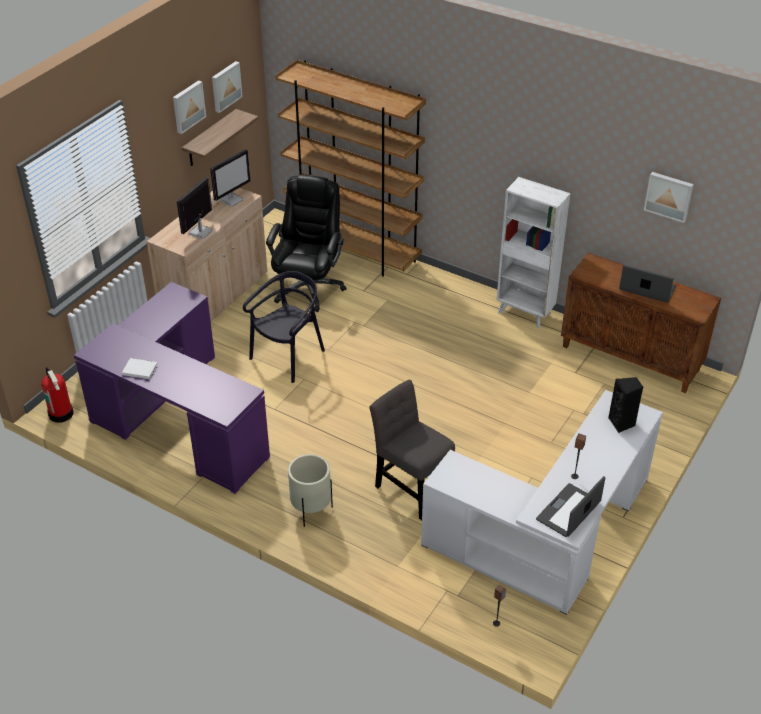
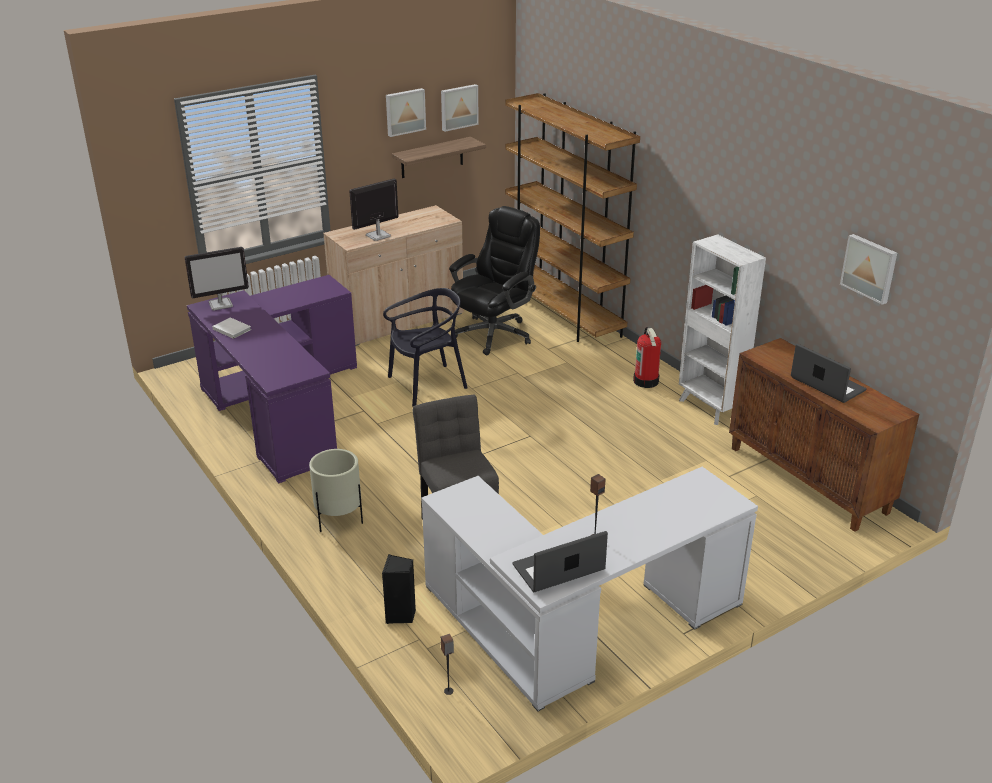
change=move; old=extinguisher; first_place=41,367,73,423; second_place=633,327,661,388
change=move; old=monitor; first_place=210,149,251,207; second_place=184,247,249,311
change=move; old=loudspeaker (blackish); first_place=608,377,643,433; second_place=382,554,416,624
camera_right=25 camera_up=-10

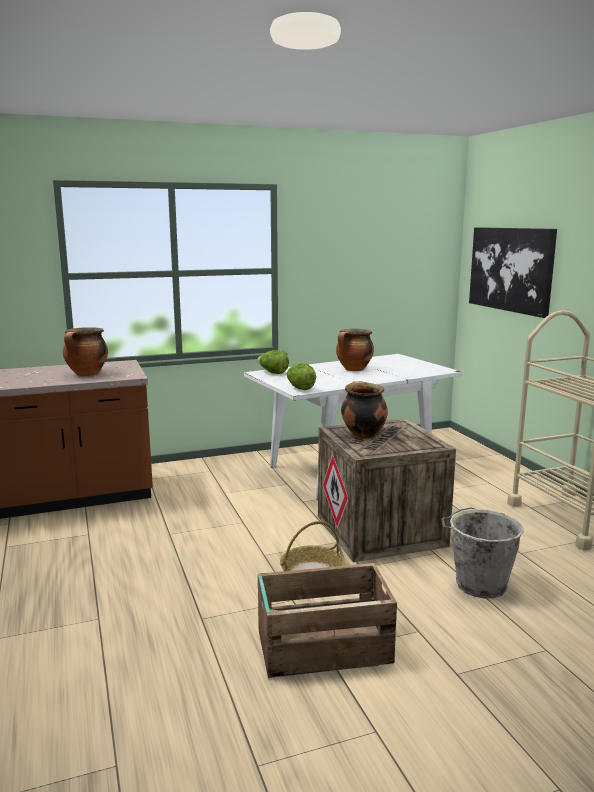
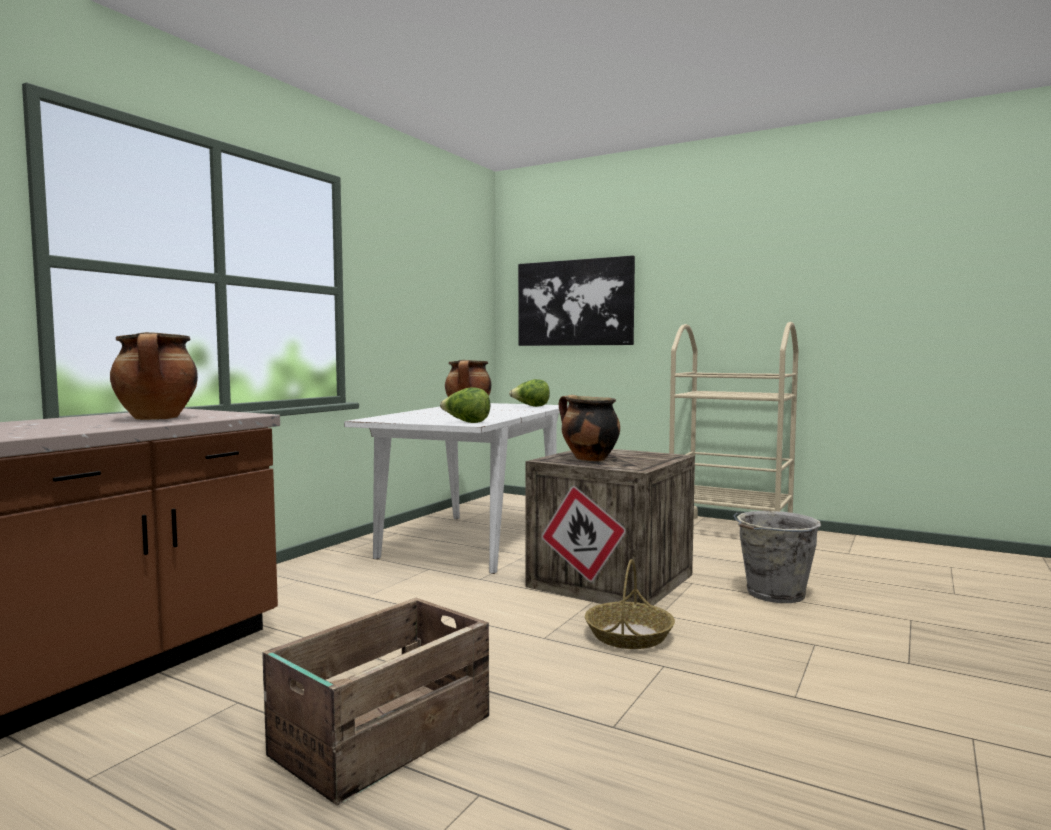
change=move; old=lettuce head; first_place=257,350,289,374; second_place=509,379,550,407
change=move; old=shipping crate; first_place=258,563,397,678; second_place=262,598,489,806
camera_right=-40 camera_up=-10

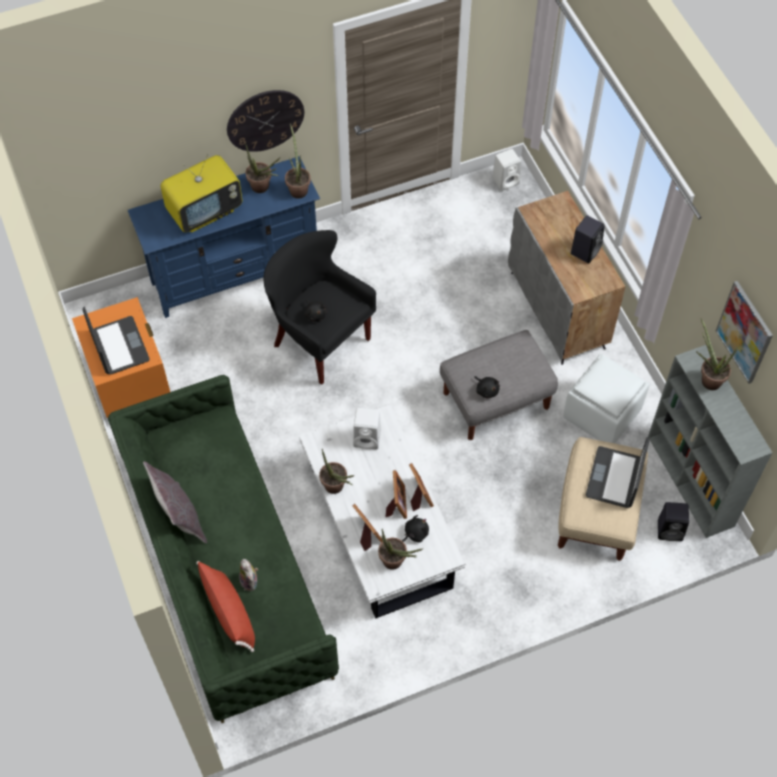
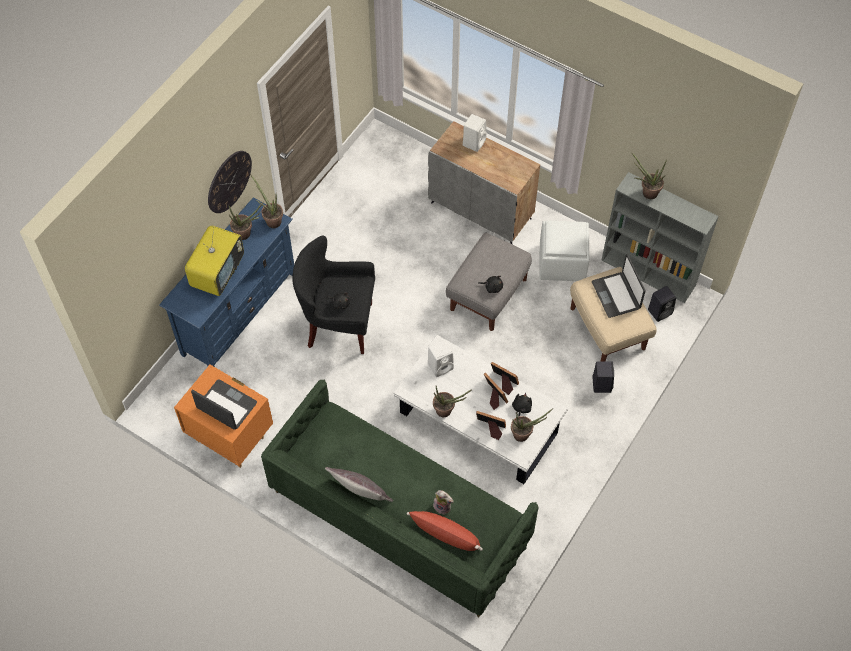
change=move; old=loudspeaker (whitish); first_place=492,149,521,191; second_place=463,114,487,152
change=move; old=loudspeaker (blackish); first_place=571,215,605,263; second_place=593,361,614,393
change=delete; old=picture; first_place=716,281,773,384
camera_right=-35 camera_up=0

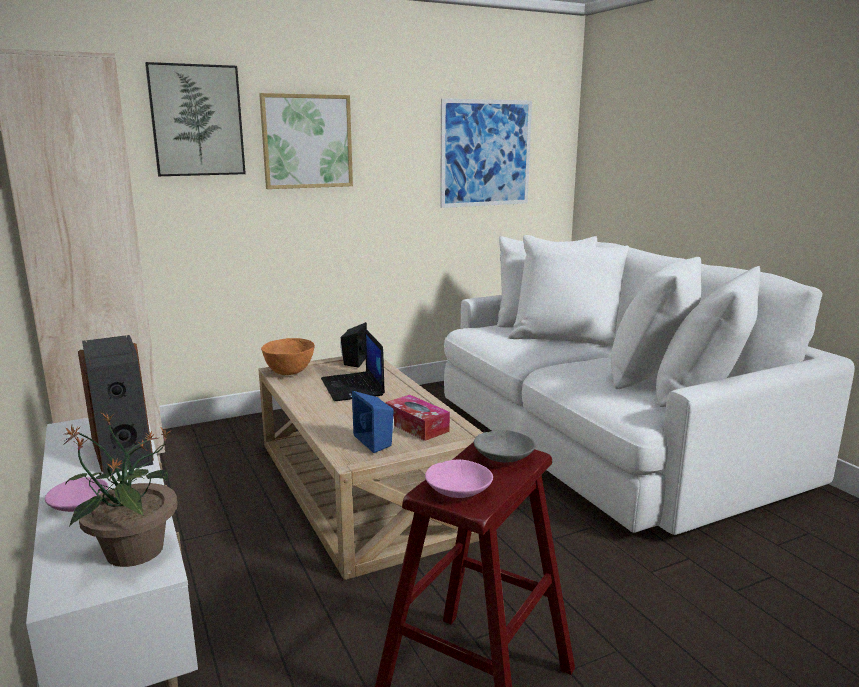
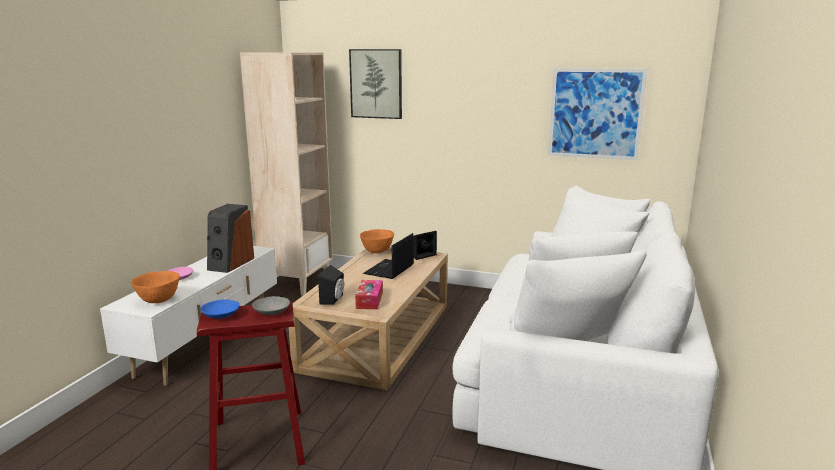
change=replace; old=potted plant; new=serving bowl (orangey); first_place=63,413,178,567; second_place=131,271,180,303
change=delete; old=picture; first_place=259,93,353,189
change=recolor; old=loudspeaker (blue); new=loudspeaker (blackish); first_place=352,391,394,453; second_place=318,265,344,304
change=recolor; old=serving bowl (pink-coloured); new=serving bowl (blue); first_place=425,459,493,498; second_place=200,300,239,319
camera_right=45 camera_up=0

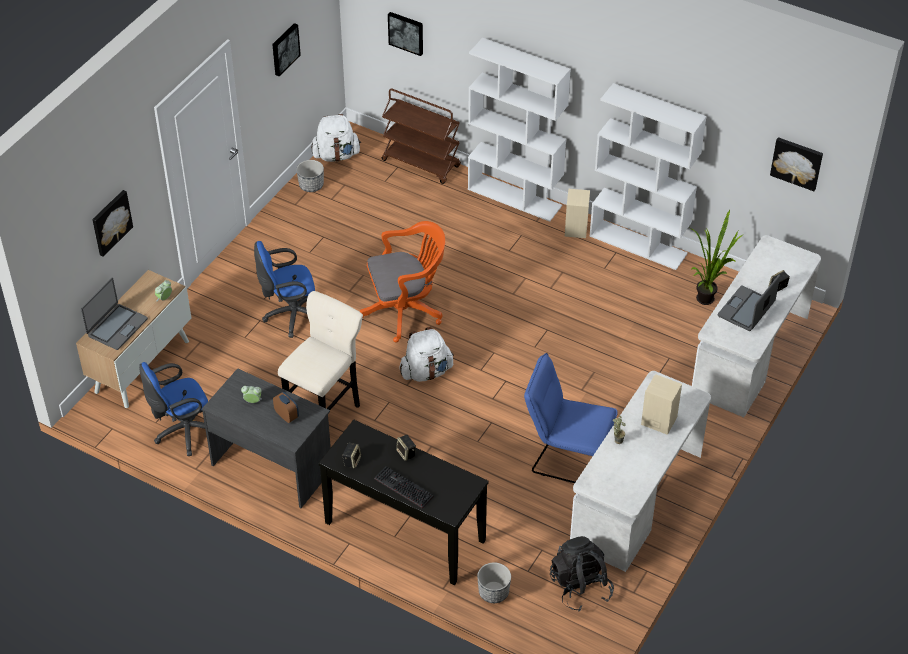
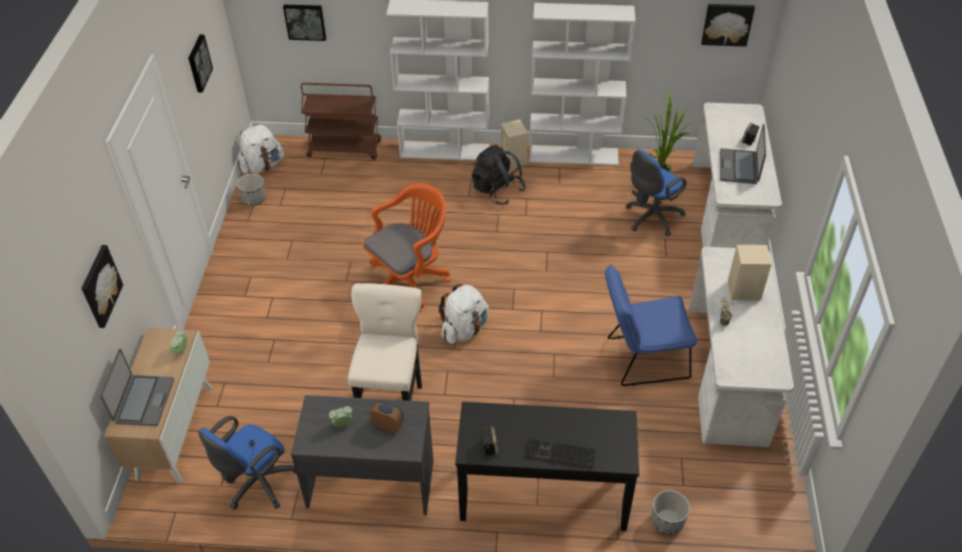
change=move; old=office chair (blue); first_place=254,241,315,338; second_place=626,149,687,236
change=delete; old=loudspeaker; first_place=396,435,416,461
change=move; old=backpack (blackish); first_place=550,536,614,611; second_place=472,145,526,205
camera_right=-25 camera_up=0

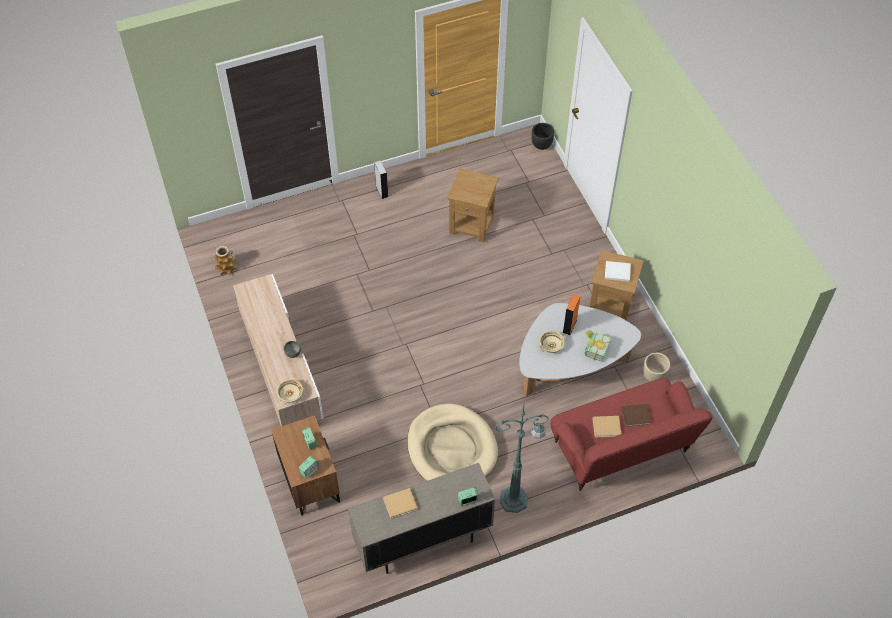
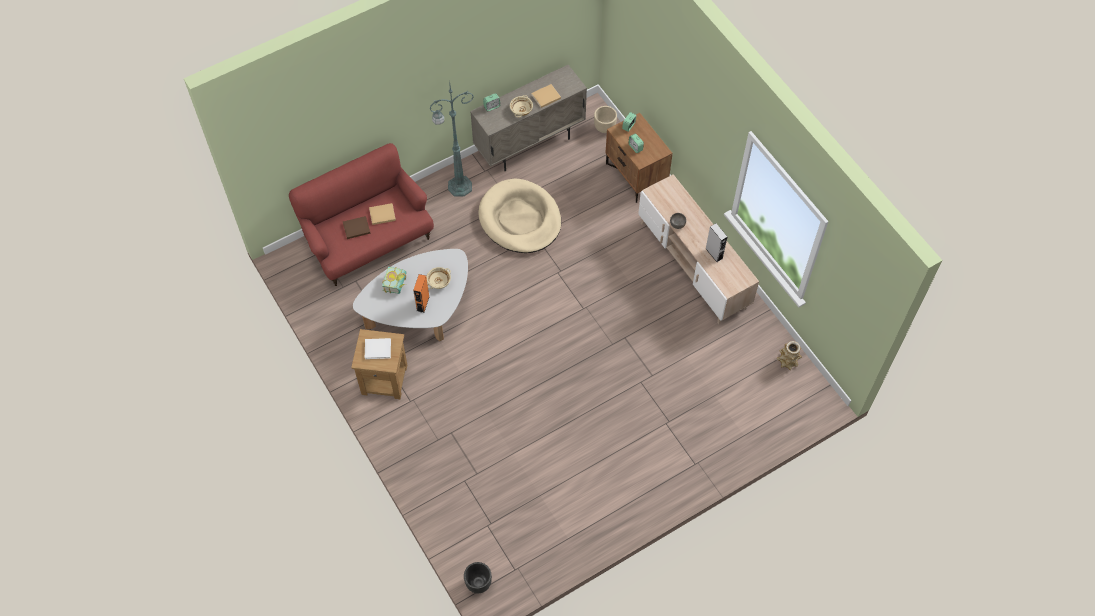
change=move; old=serving bowl (beige); first_place=277,378,303,404; second_place=510,95,533,117
change=move; old=loudspeaker (gray); first_place=374,160,388,199; second_place=705,223,727,262
change=delete; old=end table (brown-coloured); first_place=447,168,498,242
change=move; old=flower pot (beige); first_place=643,353,670,382; second_place=594,106,617,133
camera_right=170 camera_up=5

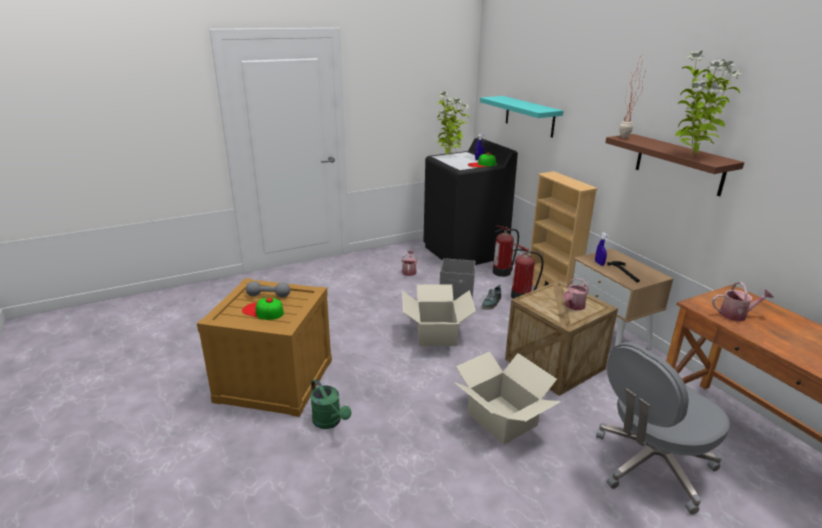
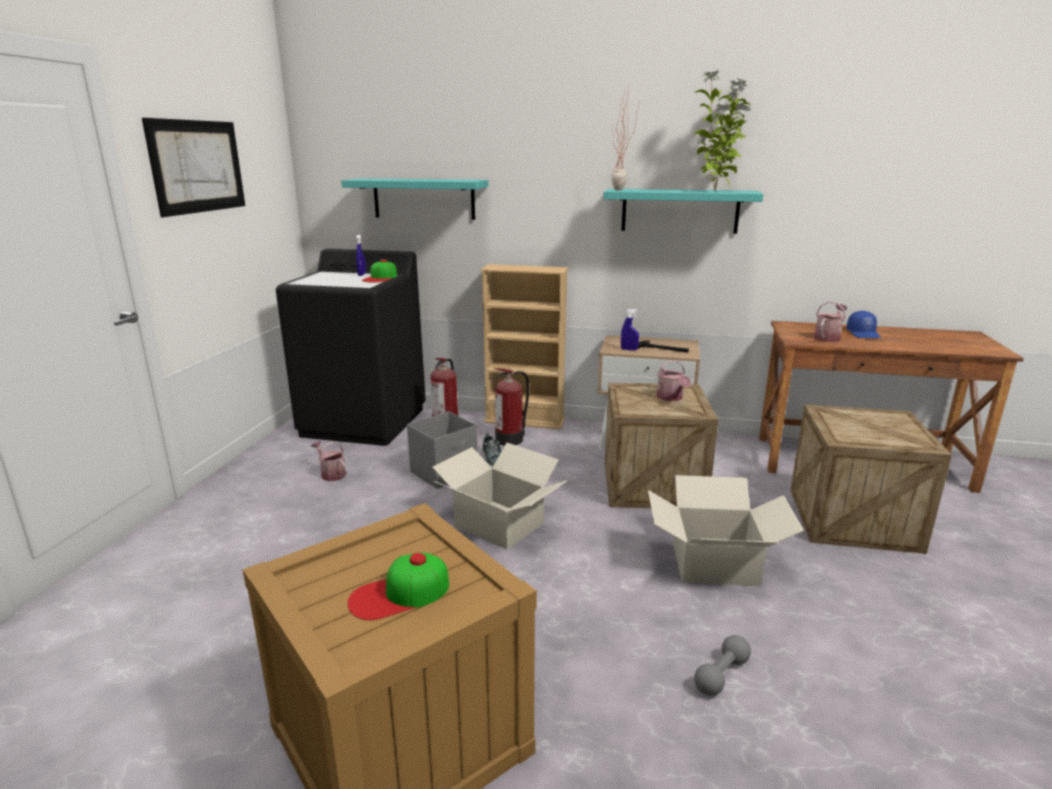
change=move; old=hand weight (gray); first_place=246,281,290,298; second_place=694,635,751,696
change=delete; old=watering pot (green-coloured); first_place=310,379,351,429
change=delete; old=potted plant; first_place=437,92,469,154
change=replace; old=office chair (gray); new=shipping crate; first_place=596,342,730,514; second_place=790,405,952,554
change=recolor; old=shelf (brown-coloured); new=shelf (blue-green); first_place=605,134,744,196; second_place=603,189,763,234
change=insert; new=picture; second_place=142,118,245,217
change=insert; new=baseball cap (blue); second_place=846,311,881,338
camera_right=-50 camera_up=-5

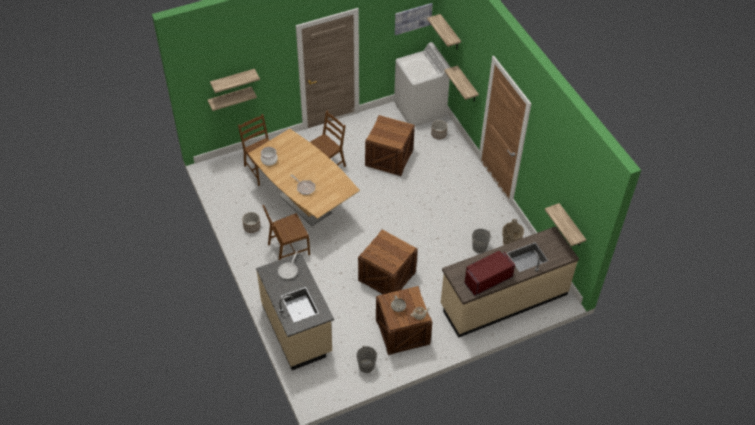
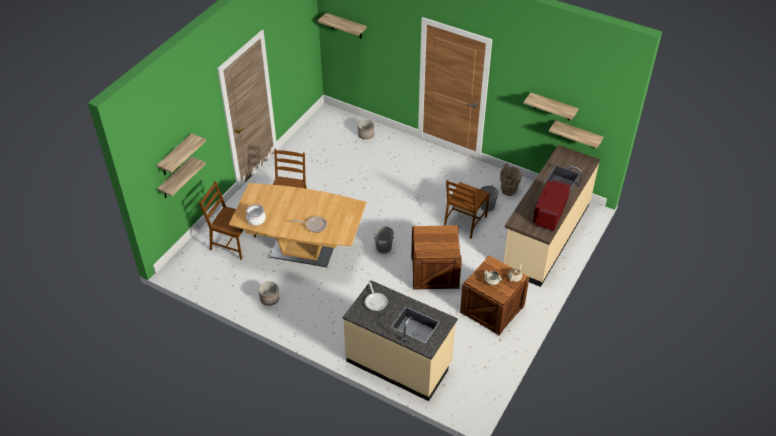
change=move; old=upright chair (brown-coloured); first_place=262,205,310,260; second_place=444,180,490,238
change=move; old=pail (gray); first_place=356,345,377,373; second_place=374,226,394,254
change=delete; old=shipping crate; first_place=365,115,415,176
change=delete; old=laundry appliance (whitish); first_place=394,42,451,127
change=delete; old=picture; first_place=395,3,433,35
change=move; old=shelf; first_place=444,66,479,102; second_place=524,93,579,120
camera_right=-35 camera_up=-5

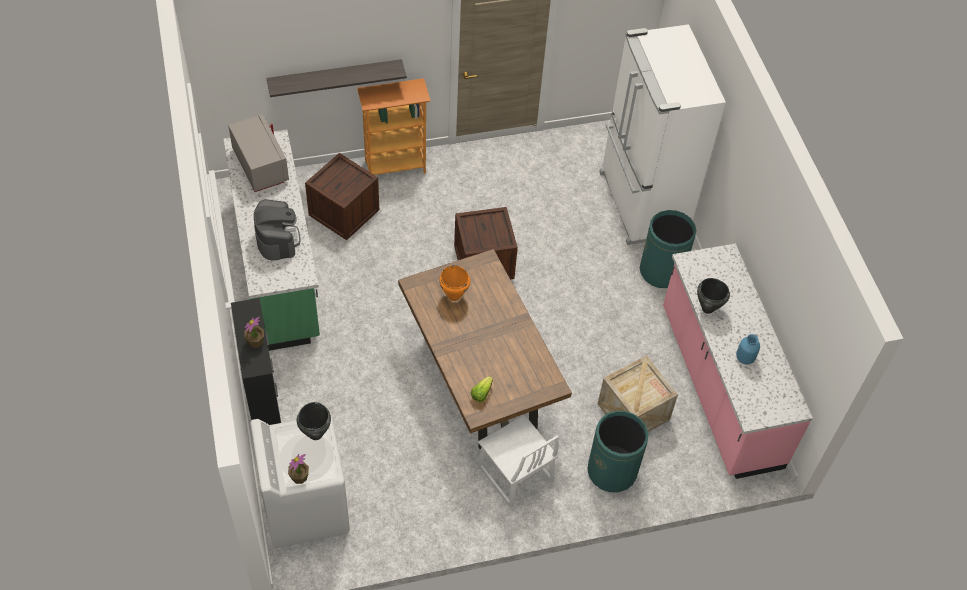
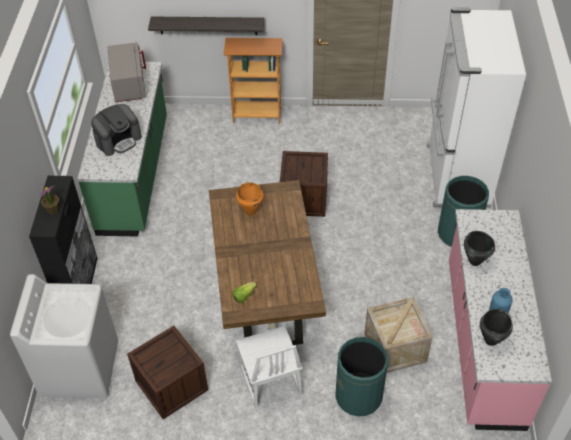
change=rotate; old=coffee maker; first_place=254,199,300,261; second_place=91,104,142,156; degrees=45
change=delete; old=potted plant; first_place=288,454,309,484
change=move; old=saucepot (blackish); first_place=297,402,331,440; second_place=480,309,513,346
change=move; old=shipping crate; first_place=305,153,379,240; second_place=127,326,208,419
camera_right=20 camera_up=-5

